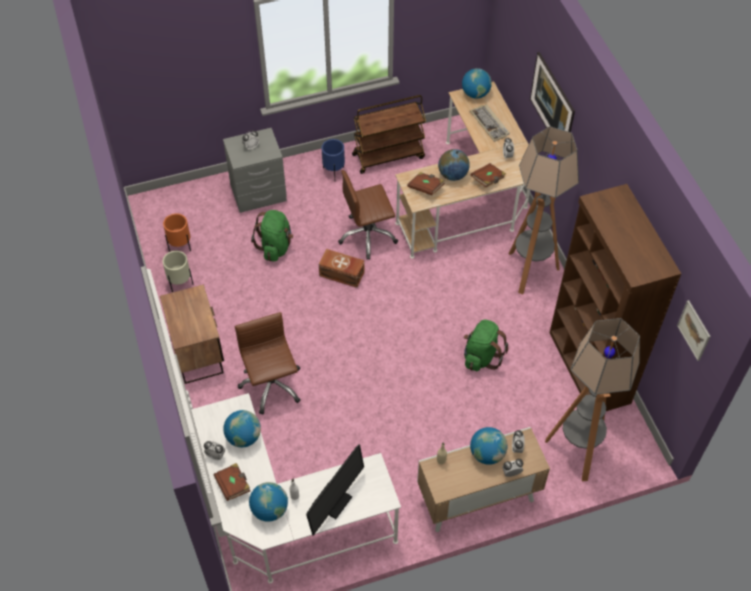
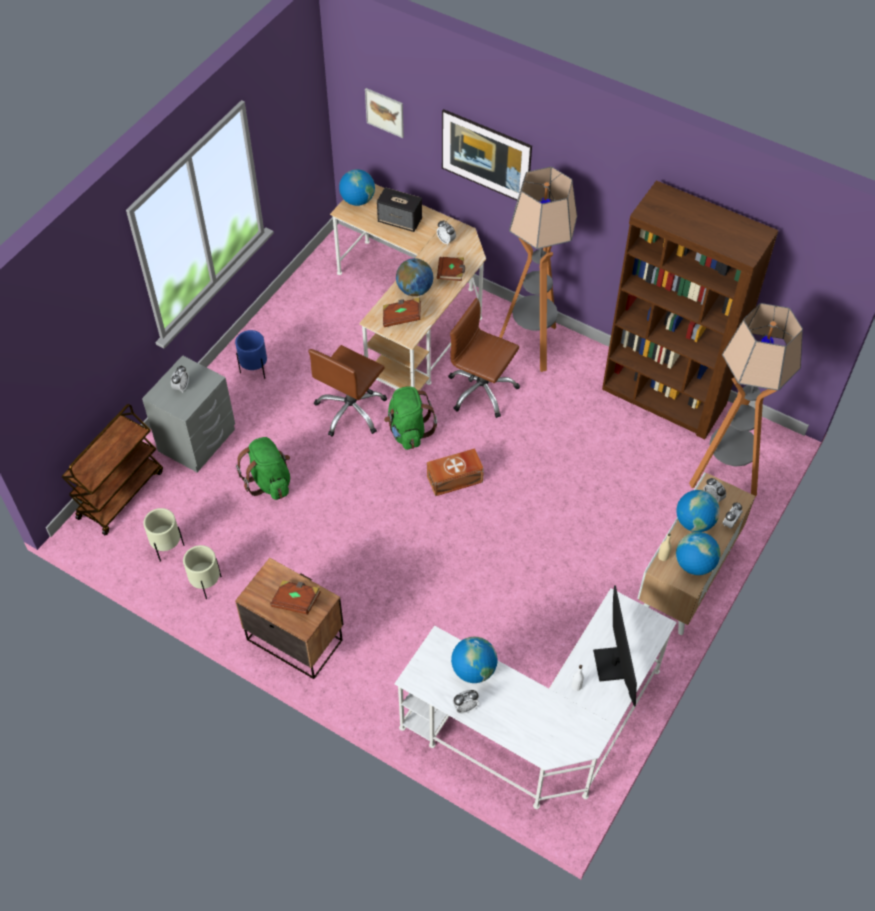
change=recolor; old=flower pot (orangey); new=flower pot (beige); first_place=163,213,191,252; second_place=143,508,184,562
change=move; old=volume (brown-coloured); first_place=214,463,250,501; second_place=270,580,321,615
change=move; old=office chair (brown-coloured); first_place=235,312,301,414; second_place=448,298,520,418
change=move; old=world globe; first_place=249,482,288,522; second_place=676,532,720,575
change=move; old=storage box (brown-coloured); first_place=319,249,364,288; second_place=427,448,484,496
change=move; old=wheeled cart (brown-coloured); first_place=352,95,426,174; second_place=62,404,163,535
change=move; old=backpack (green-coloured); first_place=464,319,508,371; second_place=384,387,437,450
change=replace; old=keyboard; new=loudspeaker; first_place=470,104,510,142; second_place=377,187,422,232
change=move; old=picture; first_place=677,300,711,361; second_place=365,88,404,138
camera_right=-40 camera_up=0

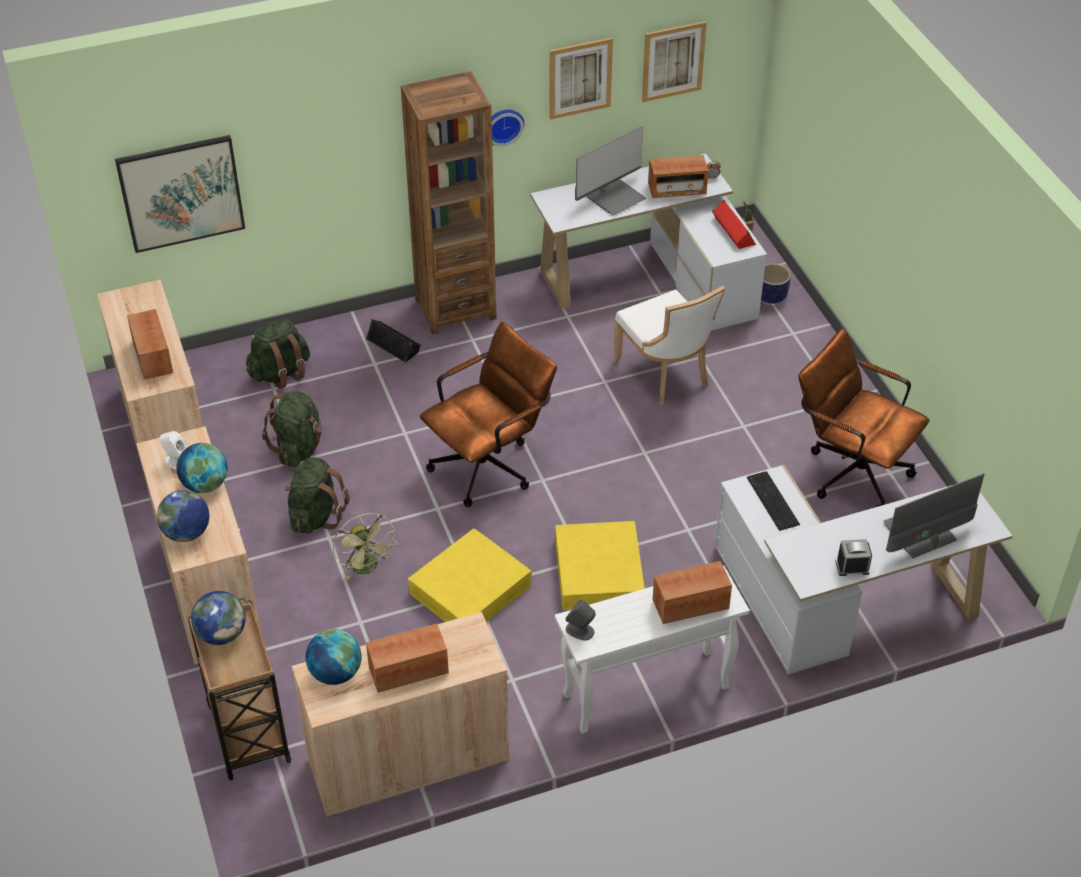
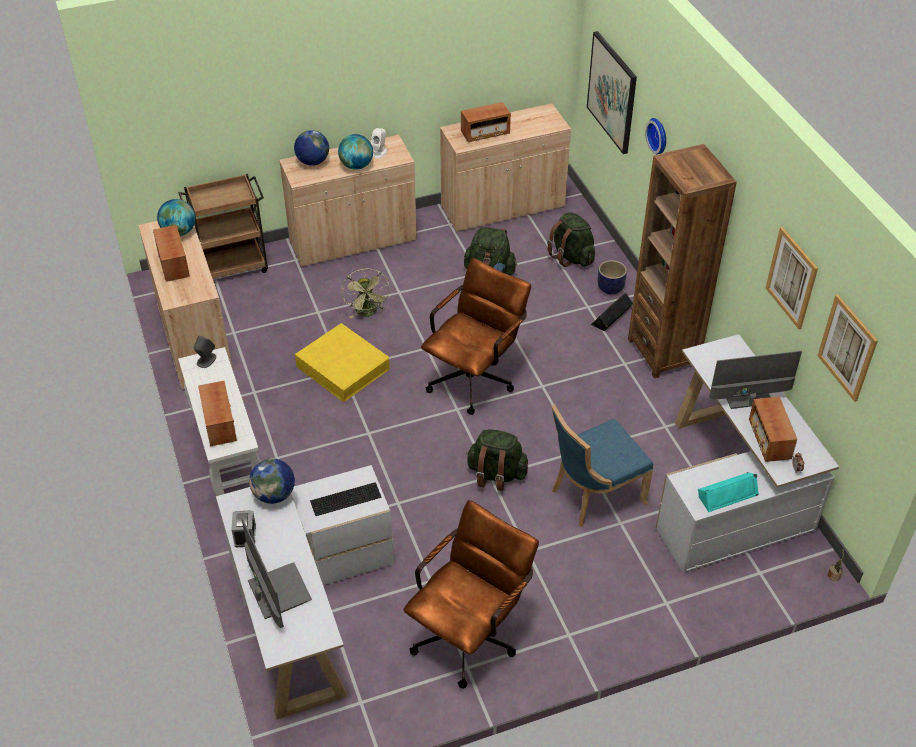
change=move; old=world globe; first_place=191,591,246,645; second_place=249,459,295,504
change=move; old=backpack (green-coloured); first_place=284,458,350,534; second_place=466,429,528,491
change=rotate; old=electric fan (green-coloured); first_place=333,513,397,581; second_place=342,269,390,318; degrees=-75
change=rotate; old=office chair (brown-coloured); first_place=420,322,557,507; second_place=421,258,531,415; degrees=-105
change=move; old=hanging clock; first_place=492,110,524,146; second_place=645,118,666,154
change=delete; old=storage box (yellow); first_place=555,521,645,610
change=rotate; old=monitor; first_place=575,126,647,216; second_place=709,351,802,409; degrees=120
change=recolor; old=upright chair (whitish); new=upright chair (blue); first_place=613,286,725,405; second_place=552,404,653,527
change=recolor; old=loudspeaker (red-coloured); new=loudspeaker (blue-green); first_place=712,200,756,249; second_place=698,472,759,512
change=move; old=flower pot; first_place=761,263,791,304; second_place=597,260,627,294
camera_right=90 camera_up=0

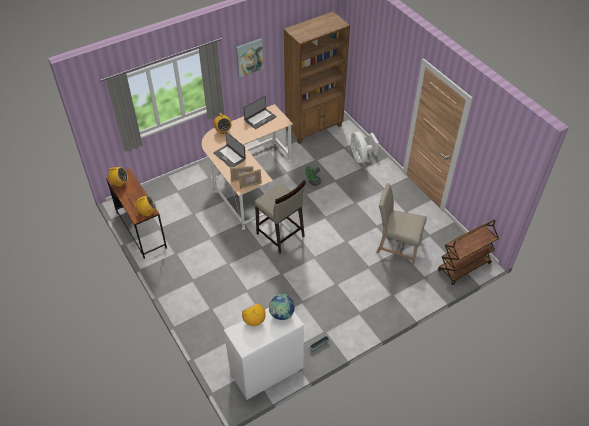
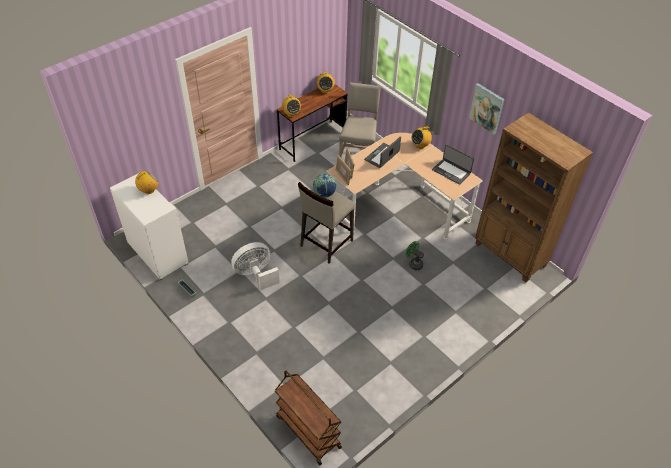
change=move; old=world globe; first_place=269,294,295,320; second_place=313,174,337,198
change=move; old=electric fan (whitish); first_place=350,132,379,163; second_place=231,242,280,290
change=move; old=upright chair (beige); first_place=376,183,427,265; second_place=339,82,381,158
camera_right=80 camera_up=0

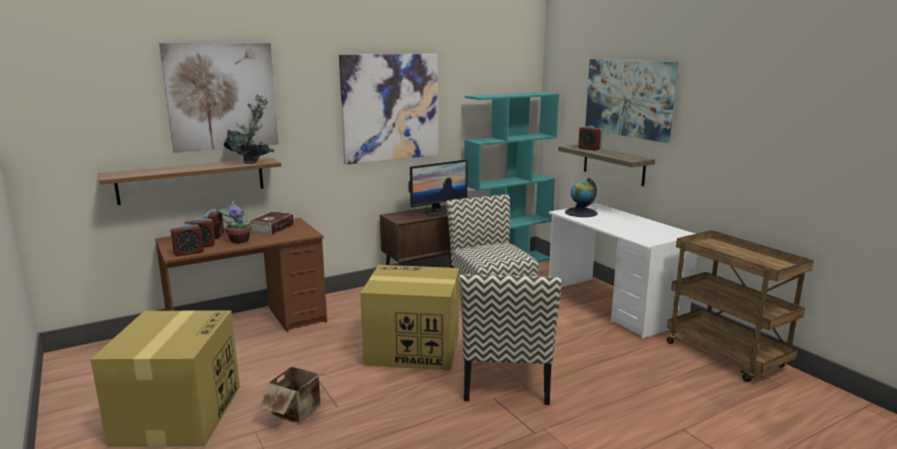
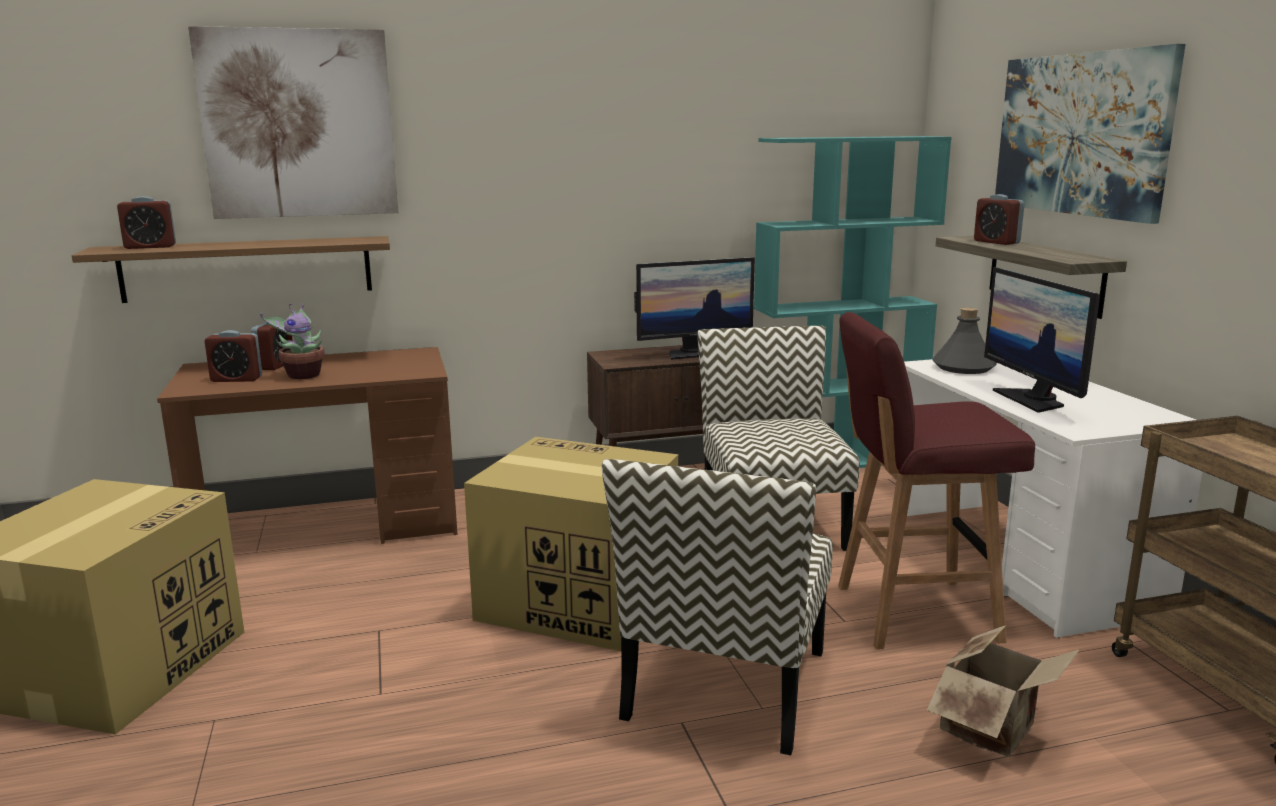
change=move; old=alarm clock; first_place=170,224,204,257; second_place=117,196,176,249
change=delete; old=potted plant; first_place=224,95,275,164
change=delete; old=volume; first_place=248,211,294,236
change=move; old=cardboard box; first_place=256,360,330,423; second_place=927,625,1080,757
change=delete; old=picture; first_place=339,54,438,165
change=replace; old=world globe; new=drink bottle (gray); first_place=565,178,598,217; second_place=933,307,997,374
change=insert; new=stool seat (red-coloured); second_place=838,312,1035,650
change=insert; new=monitor; second_place=984,267,1100,413
camera_right=15 camera_up=0

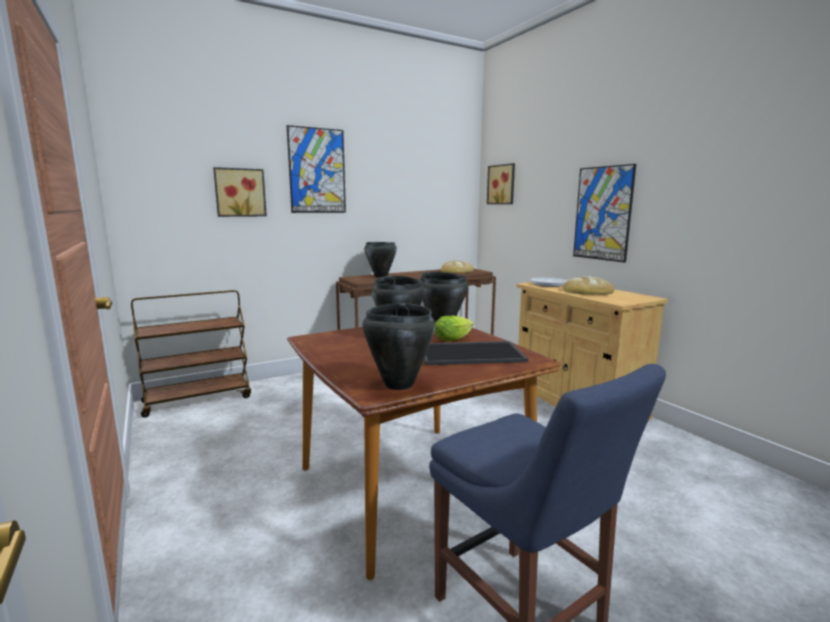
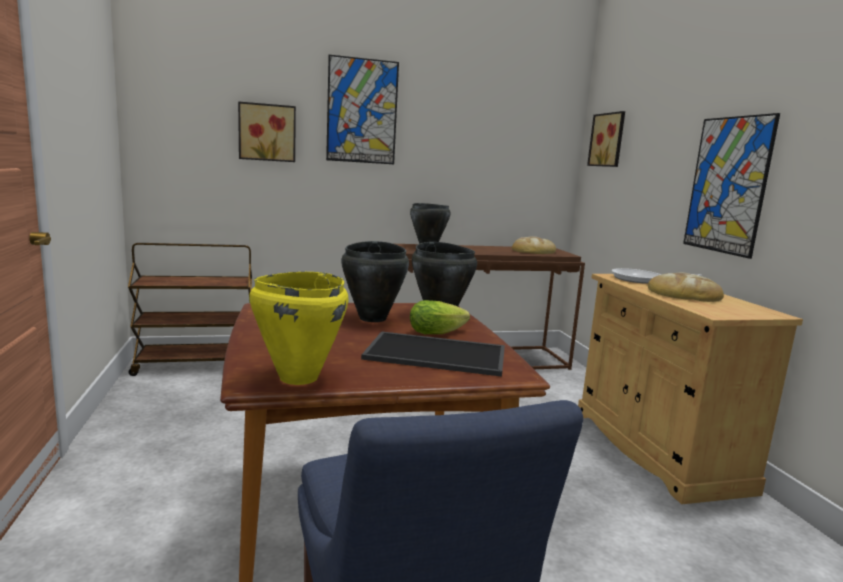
change=recolor; old=saucepot (blackish); new=saucepot (yellow); first_place=362,303,435,390; second_place=249,272,349,385
camera_right=15 camera_up=0

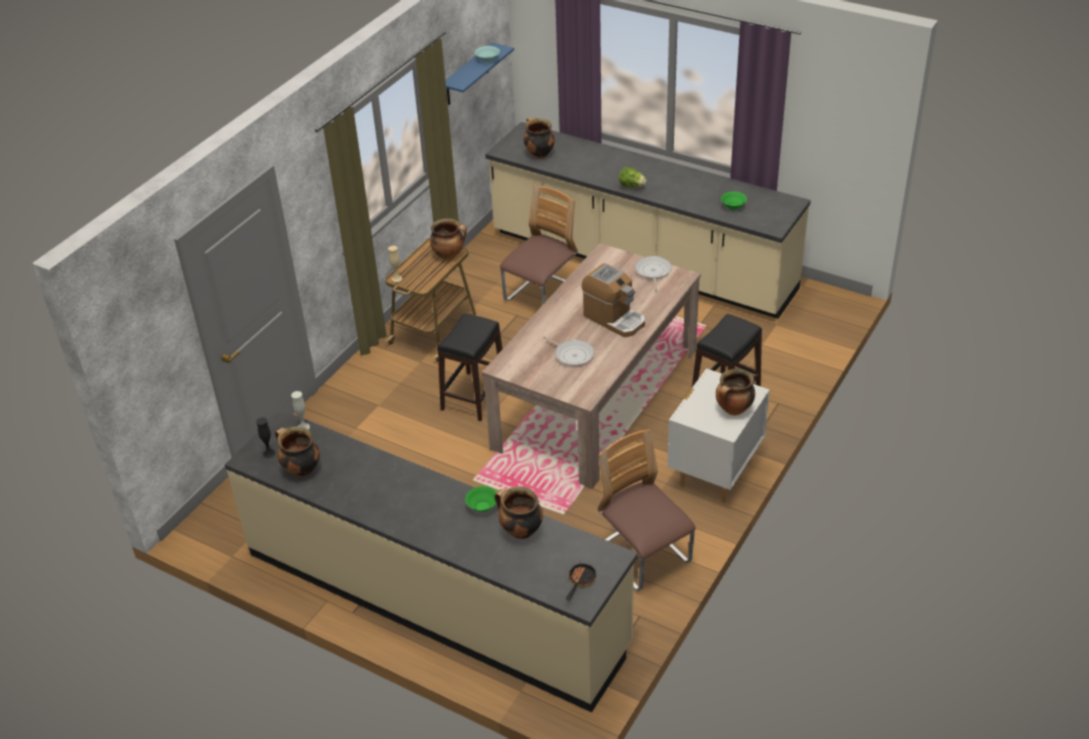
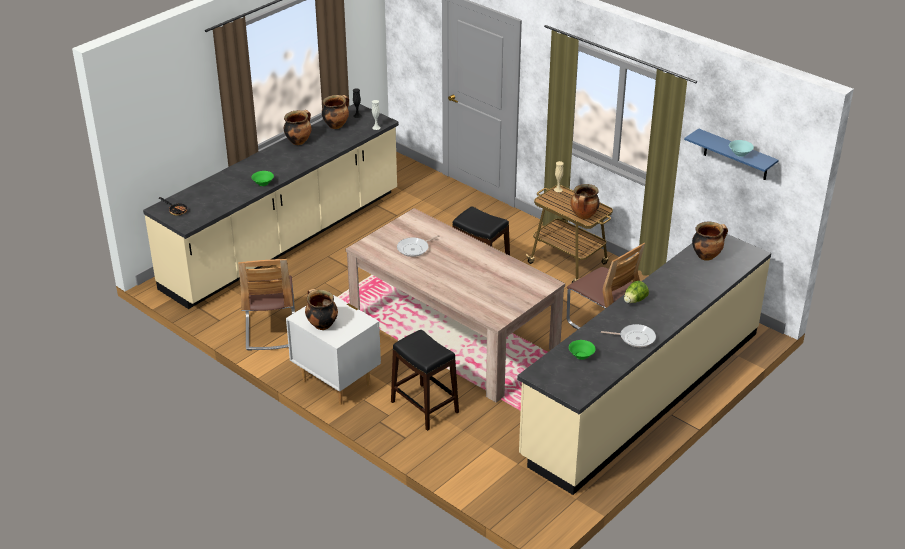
change=move; old=saucepot; first_place=495,487,543,539; second_place=284,110,311,145
change=delete; old=coffee maker; first_place=581,263,645,337
change=rotate; old=upright chair; first_place=597,429,696,591; second_place=238,259,295,350; degrees=105
change=move; old=frying pan; first_place=635,256,671,292; second_place=601,324,656,347
camera_right=100 camera_up=-5

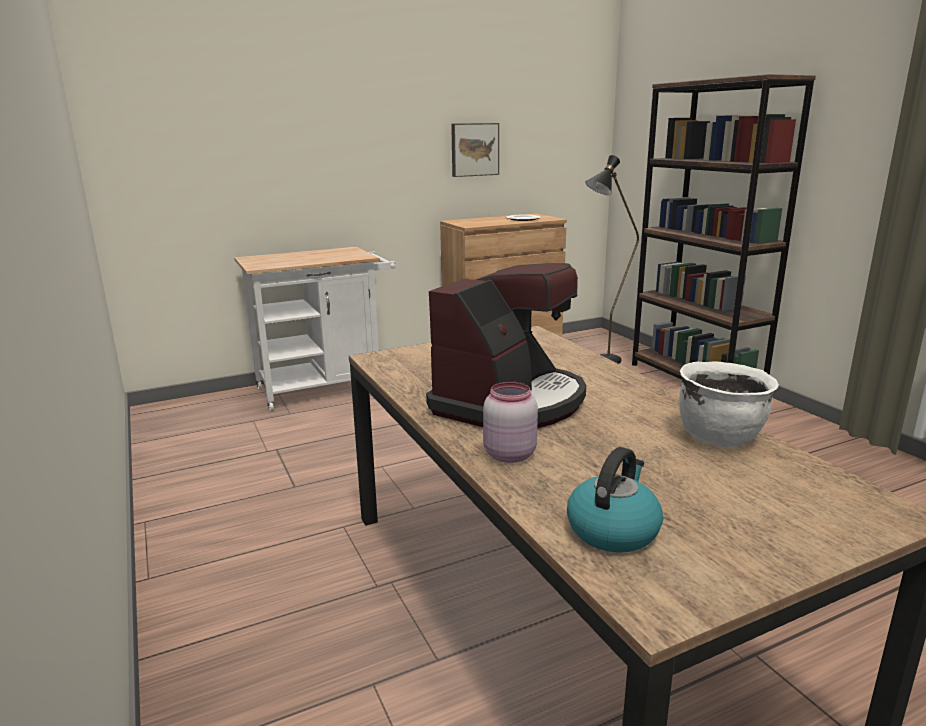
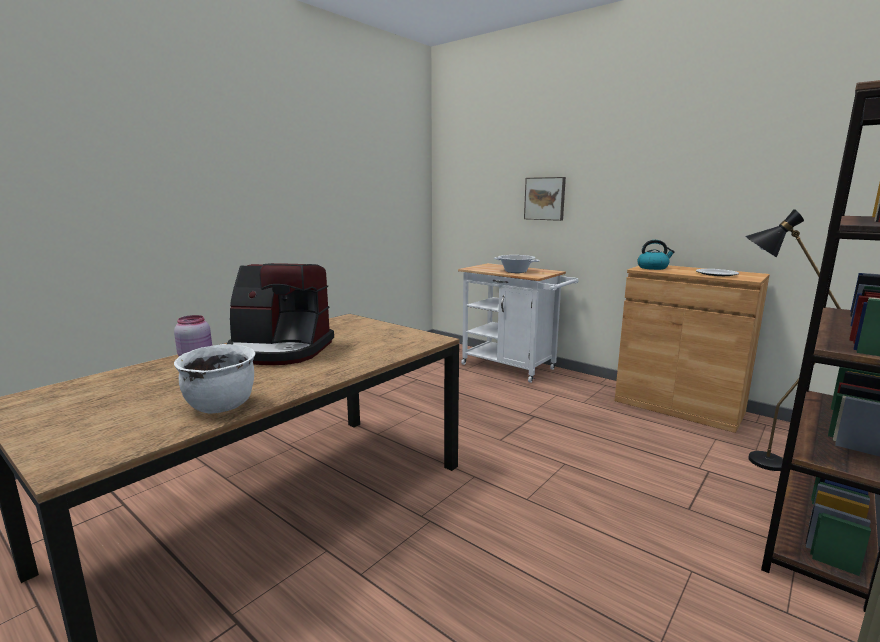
change=move; old=picture; first_place=451,123,499,177; second_place=524,177,566,221
change=move; old=tea kettle; first_place=567,447,663,553; second_place=637,240,675,270
change=insert; new=saucepot; second_place=494,255,540,273
camera_right=65 camera_up=-5

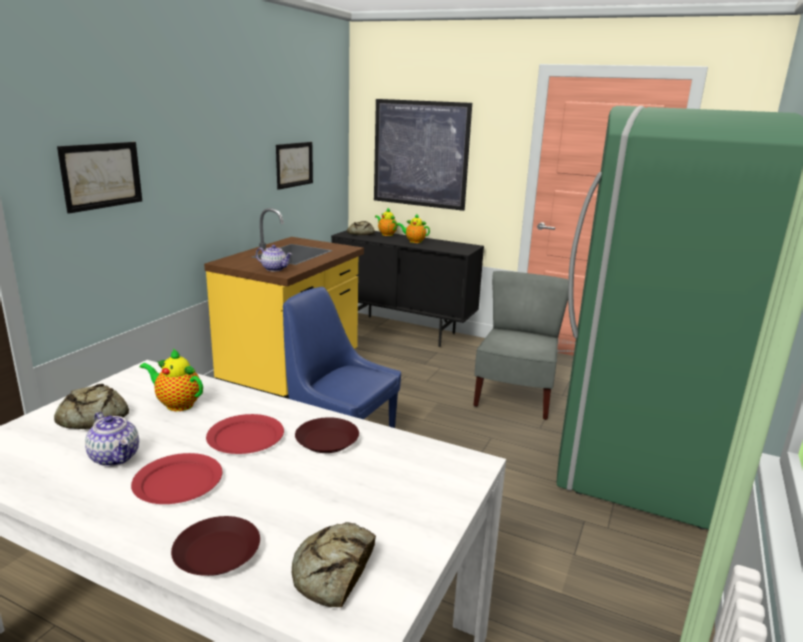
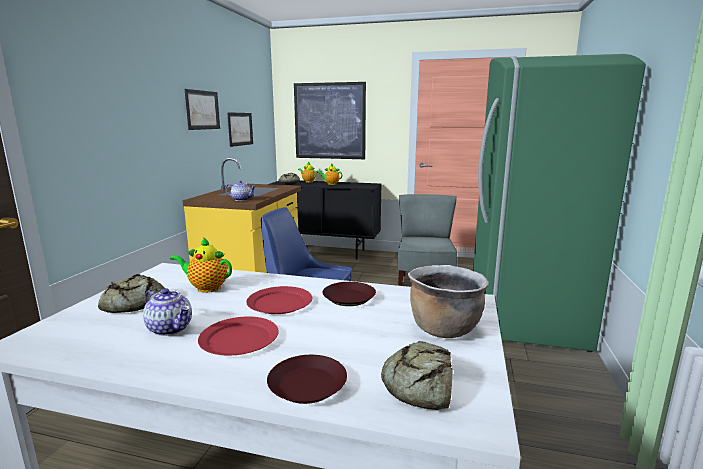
change=move; old=picture; first_place=57,142,142,213; second_place=185,89,220,130
change=insert; new=saucepot (brown-coloured); second_place=408,265,489,338
camera_right=-10 camera_up=-5

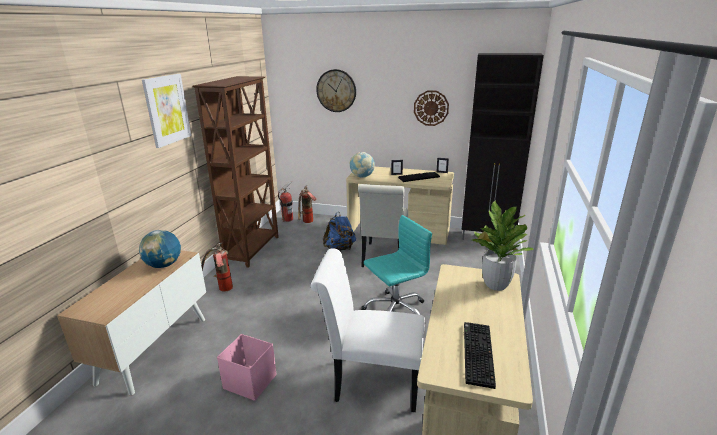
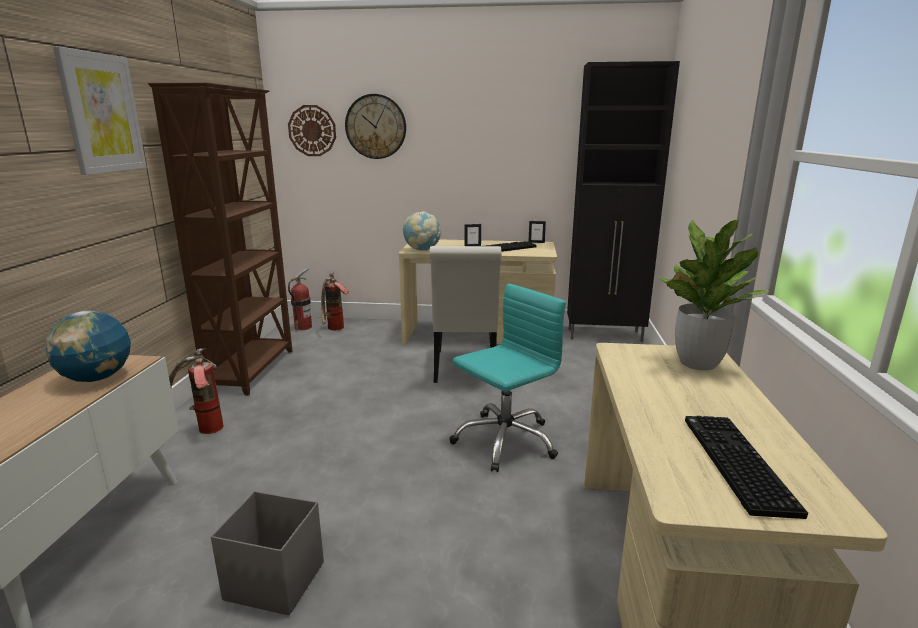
change=recolor; old=storage box (pink-coloured); new=storage box (gray); first_place=217,334,276,401; second_place=211,491,324,616
change=delete; old=upright chair (whitish); first_place=310,248,425,412
change=delete; old=backpack (blue); first_place=323,212,356,251
change=move; old=hanging clock; first_place=414,90,449,126; second_place=288,105,336,156
camera_right=-10 camera_up=-5

